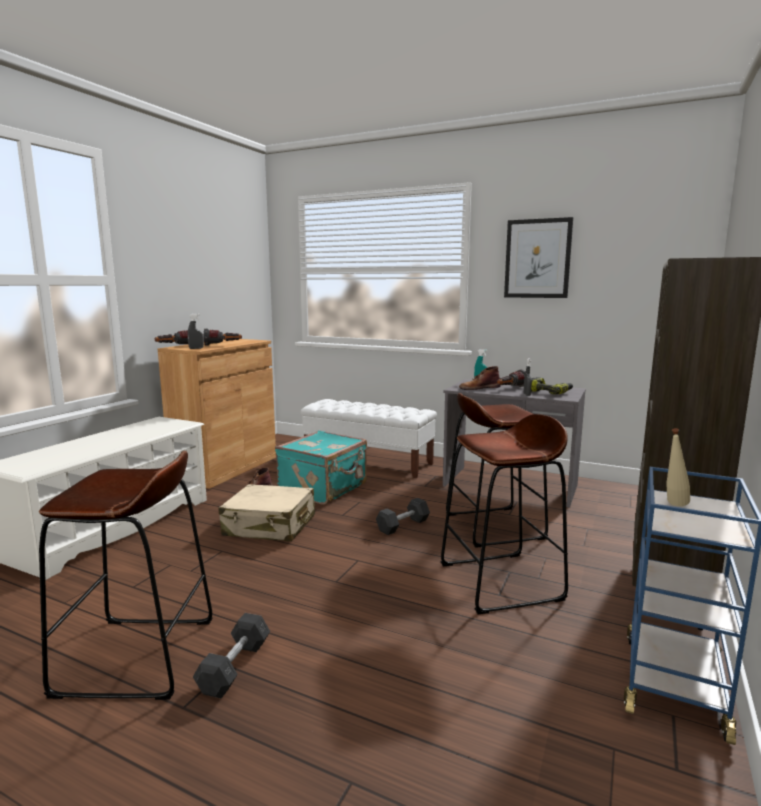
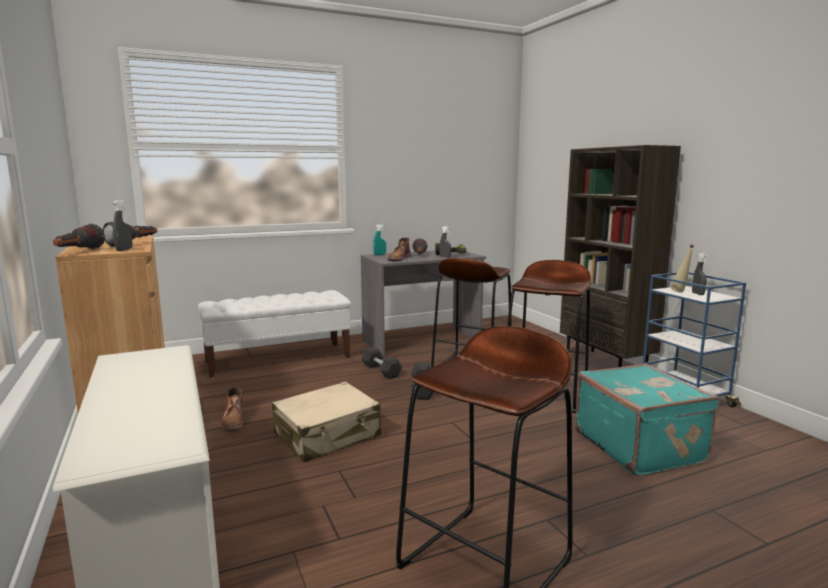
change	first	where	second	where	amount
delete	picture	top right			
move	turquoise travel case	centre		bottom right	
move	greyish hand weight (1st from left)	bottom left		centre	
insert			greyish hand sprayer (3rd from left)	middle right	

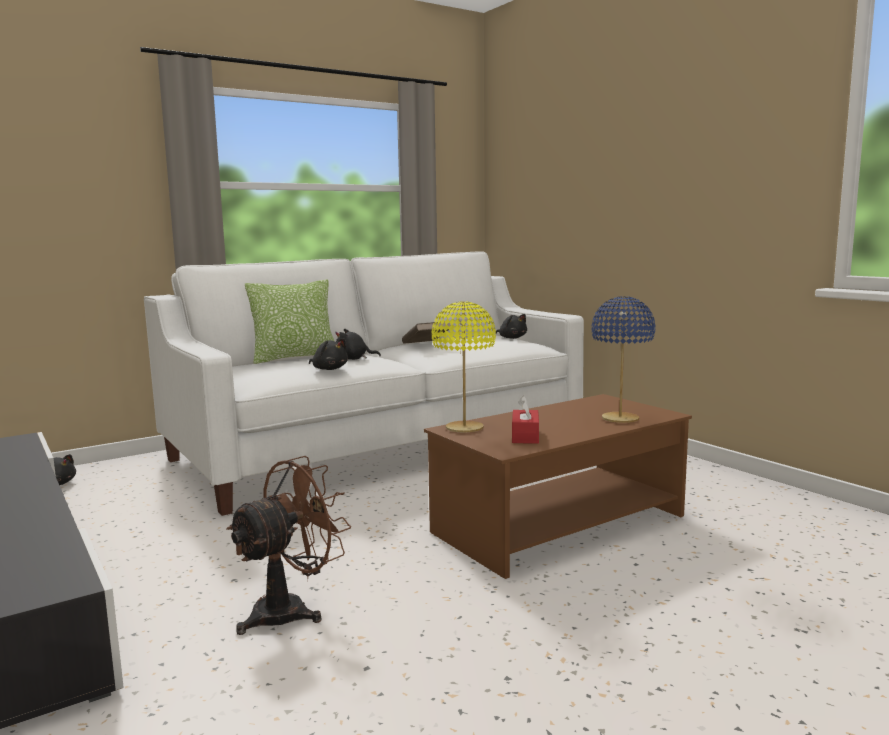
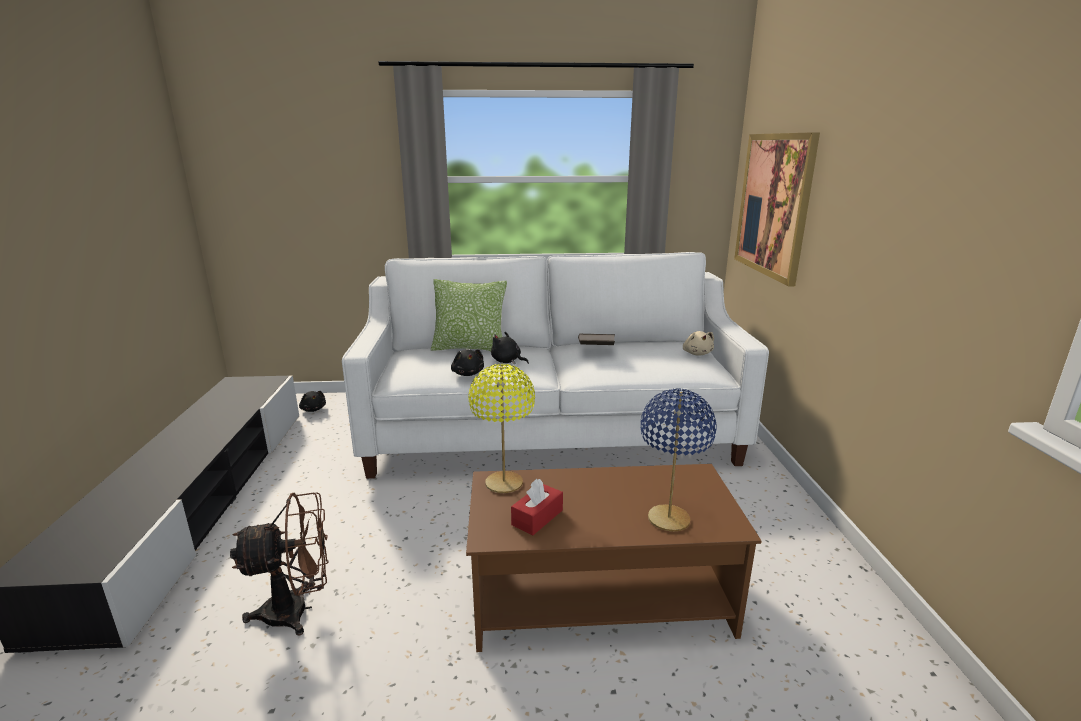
change	first	where	second	where	amount
recolor	black-coloured cuddly toy (4th from left)	centre	beige cuddly toy	centre	
insert			picture	top right	

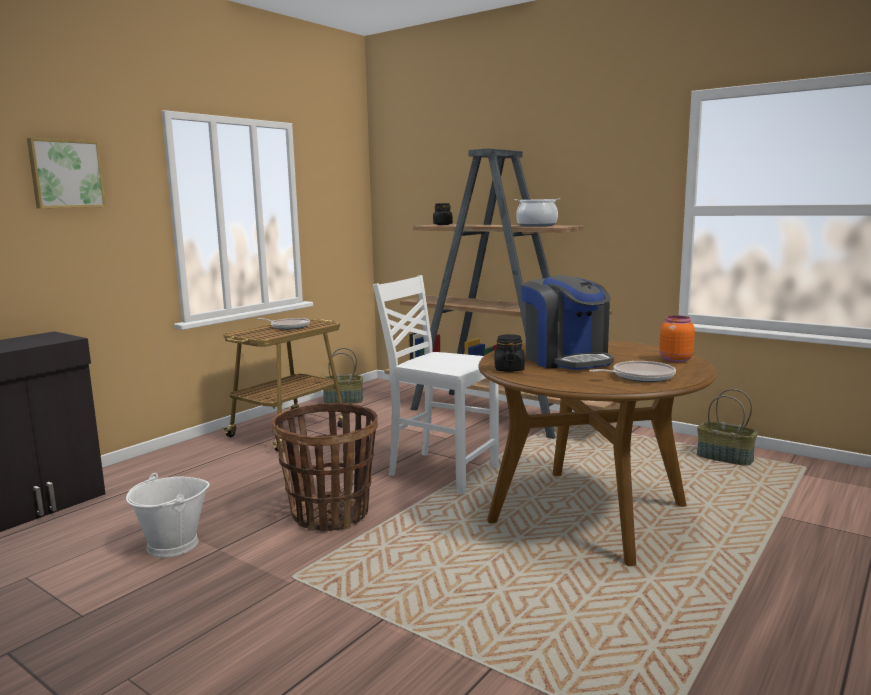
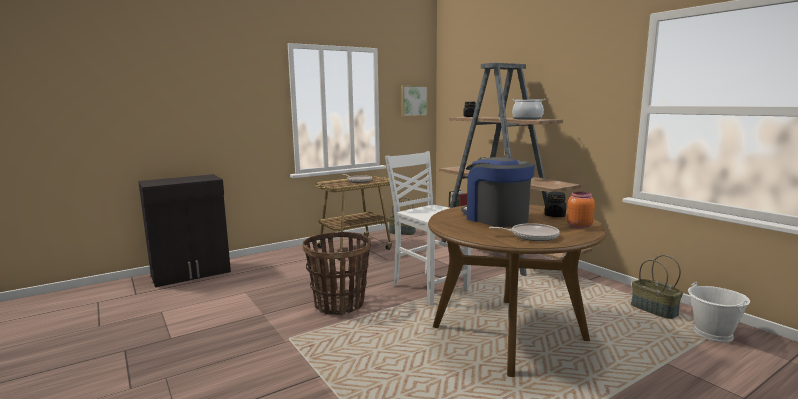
change	first	where	second	where	amount
move	picture	top left		top centre	
rotate	coffee machine	centre		centre	150 degrees clockwise
move	black-coloured storage jar (2nd from left)	centre		middle right	
move	white water bucket	bottom left		bottom right	

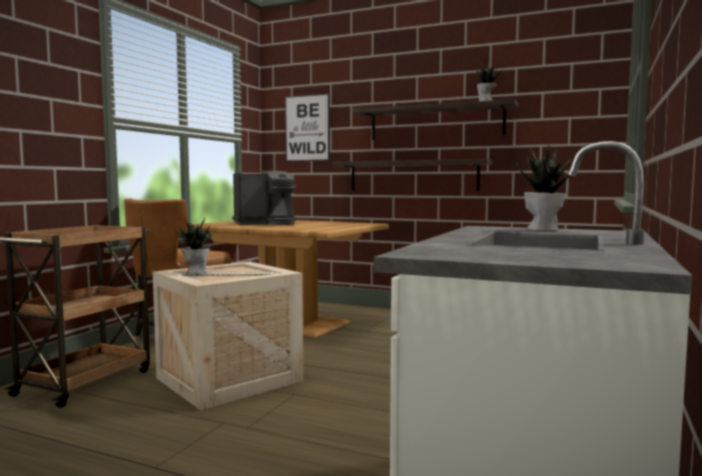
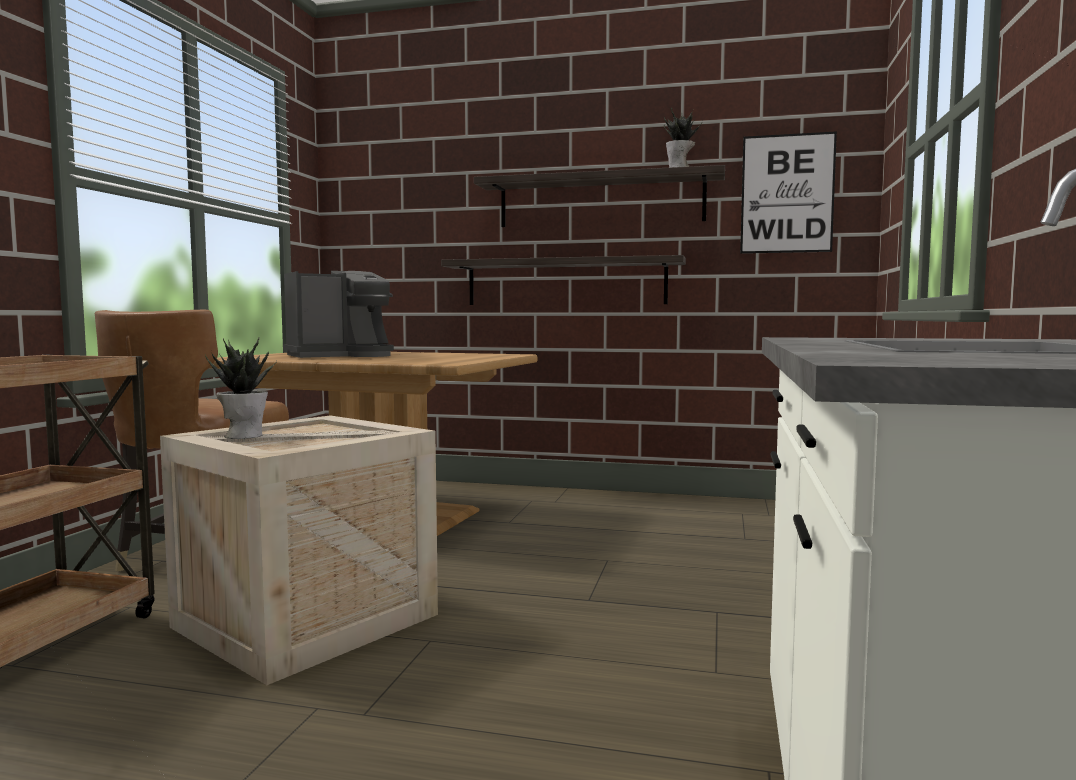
change	first	where	second	where	amount
move	picture	top centre		top right	
delete	houseplant (3rd from left)	middle right			

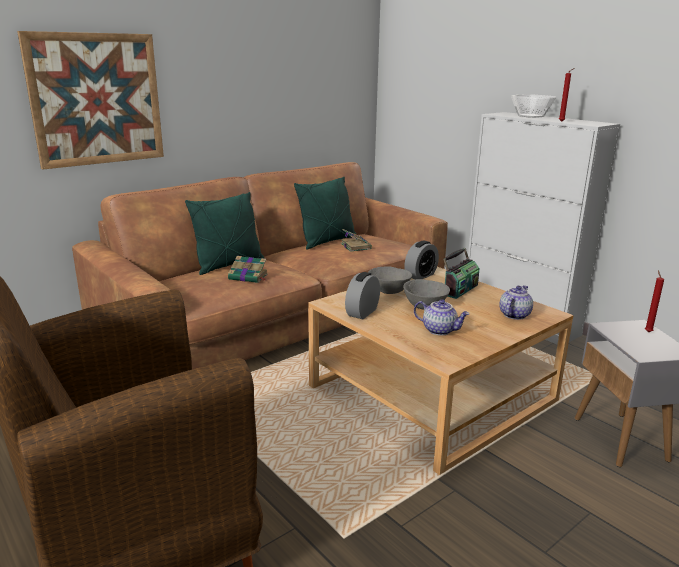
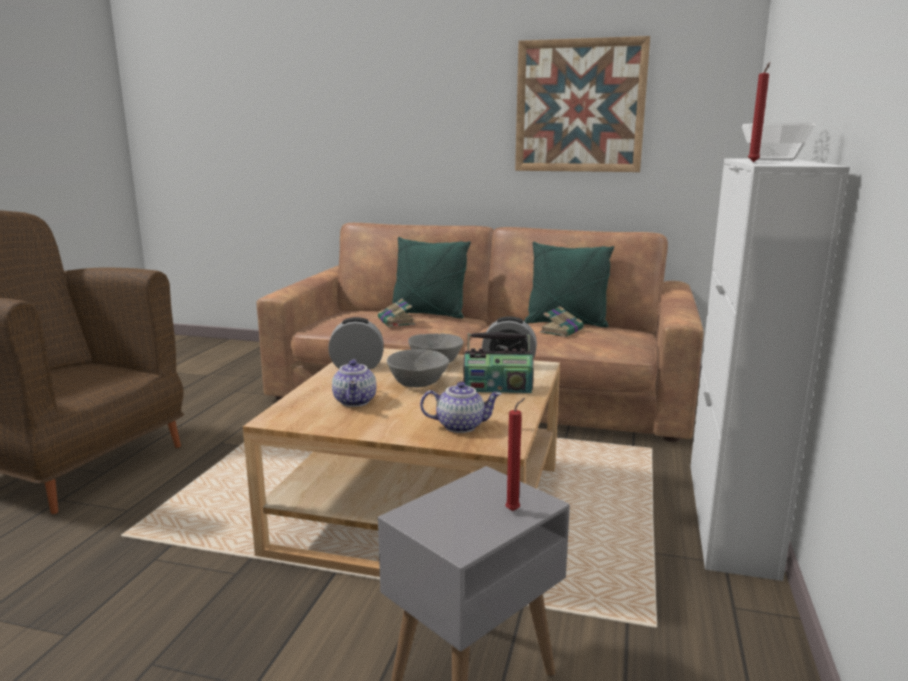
change	first	where	second	where	amount
move	picture	top left		top centre	

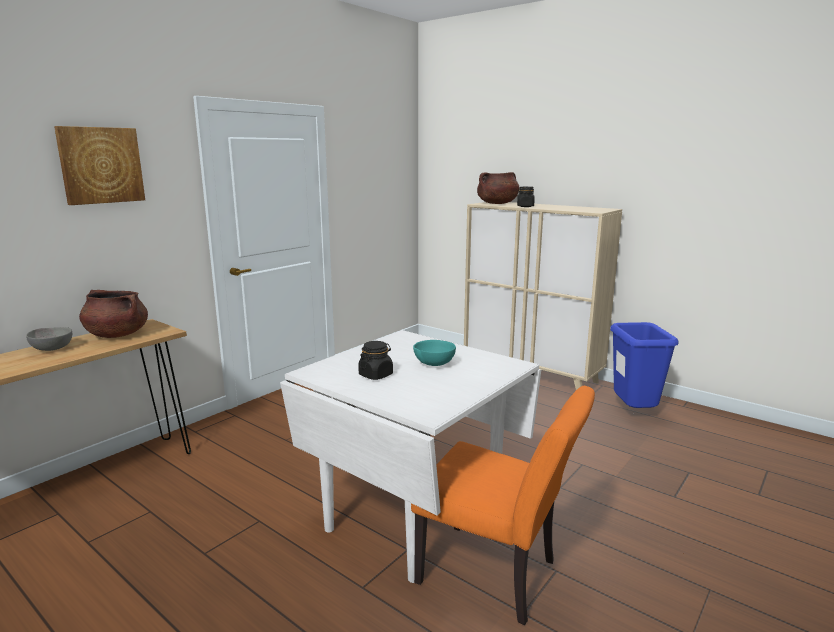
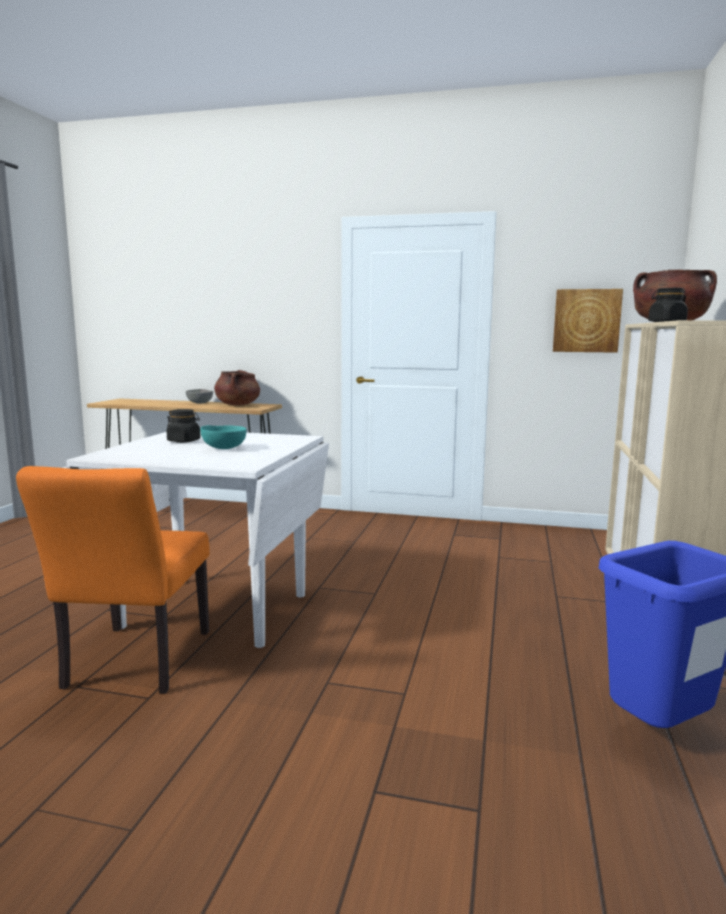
change	first	where	second	where	amount
move	picture	top left		middle right	

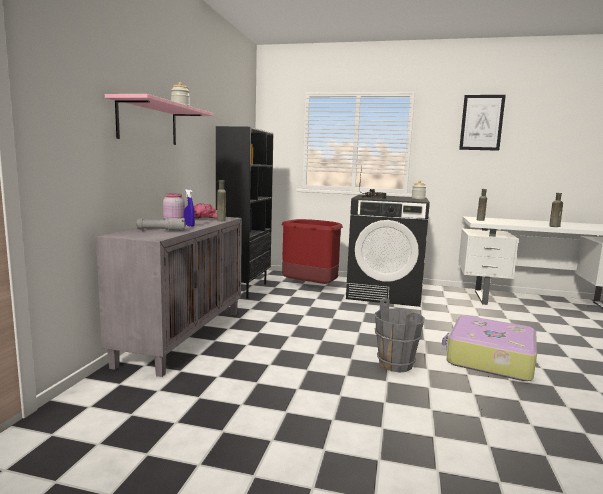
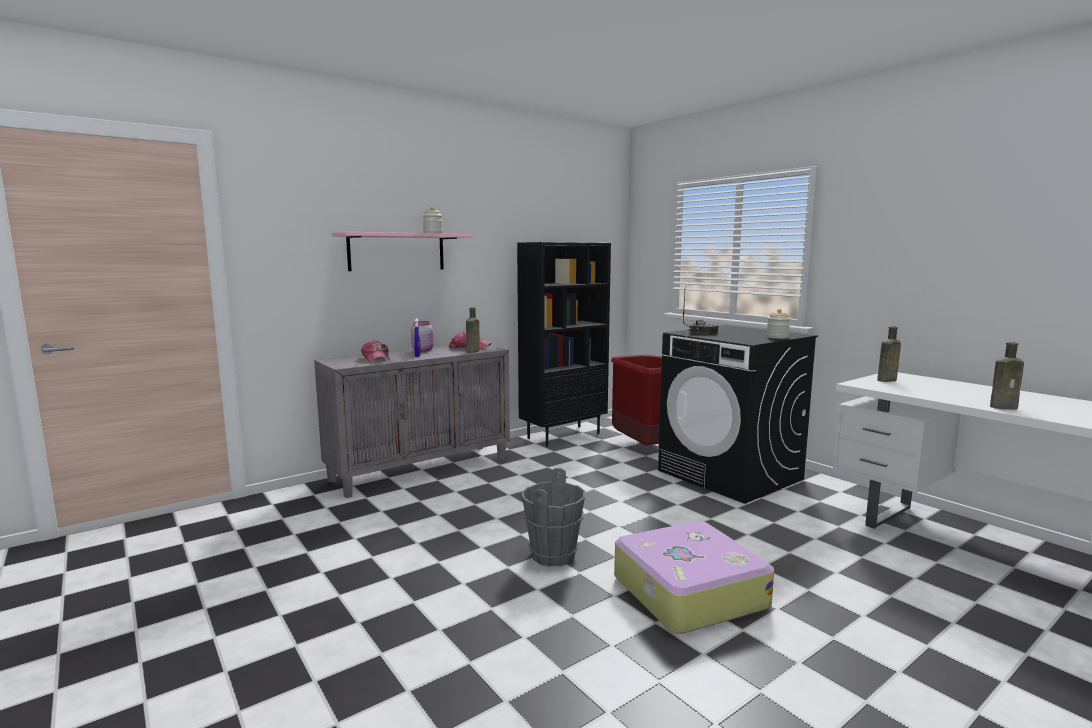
change	first	where	second	where	amount
delete	picture	top right			
replace	greyish torch	middle left	cap (1st from left)	centre	

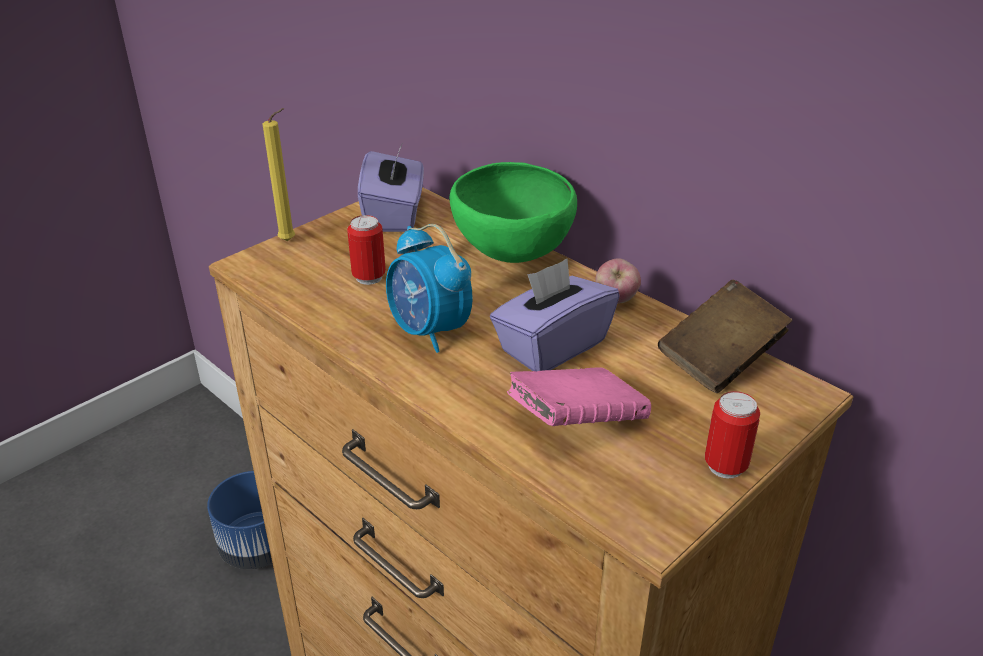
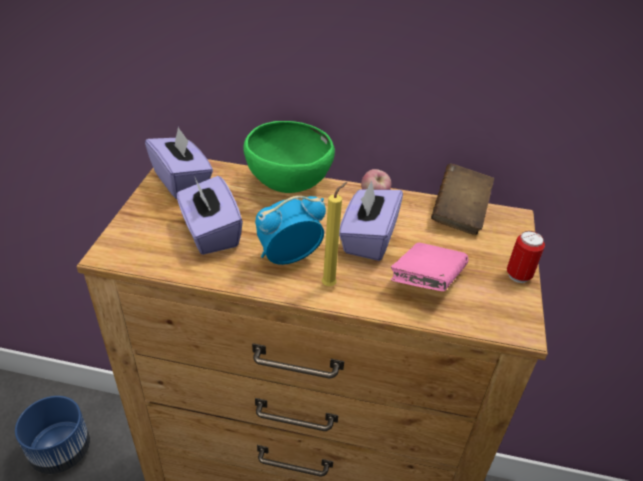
change	first	where	second	where	amount
move	yellowish candle	top left		centre	
replace	can (1st from left)	centre	purplish box of tissues (2nd from left)	middle left	
rotate	alarm clock	centre		centre	135 degrees clockwise

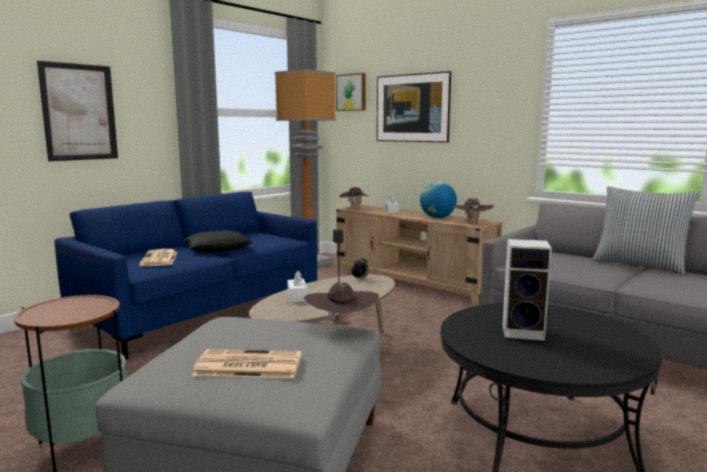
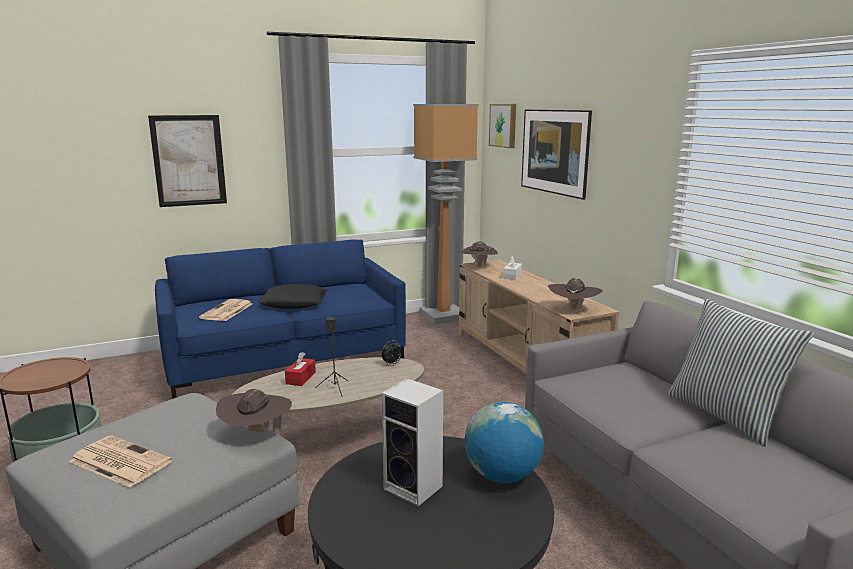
change	first	where	second	where	amount
move	globe	centre		bottom centre	
recolor	white box of tissues (1st from left)	centre	red-coloured box of tissues	centre	

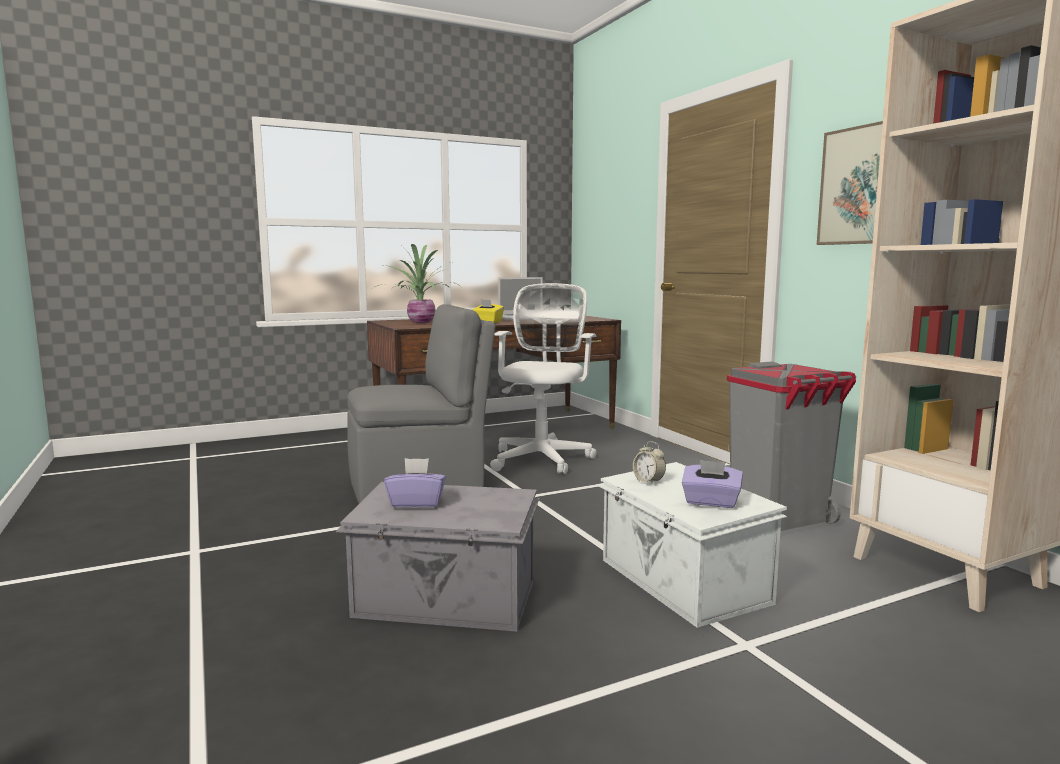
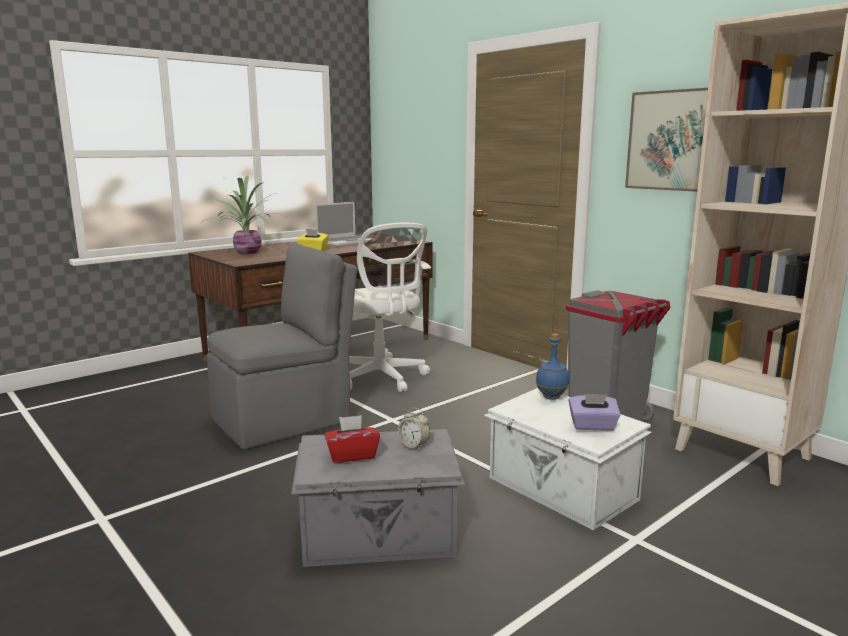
change	first	where	second	where	amount
rotate	white computer chair	centre		centre	150 degrees clockwise
move	alarm clock	centre		bottom centre	
recolor	purplish box of tissues (1st from left)	centre	red-coloured box of tissues	bottom centre	
insert			blue-coloured drink bottle	centre	

